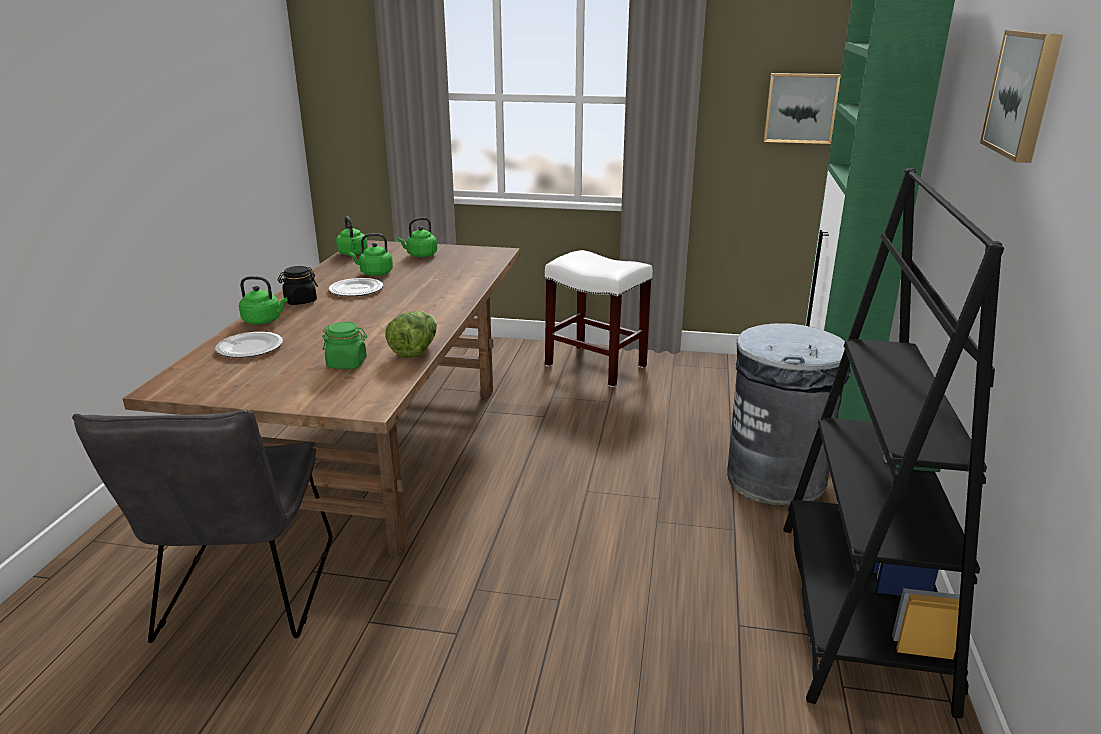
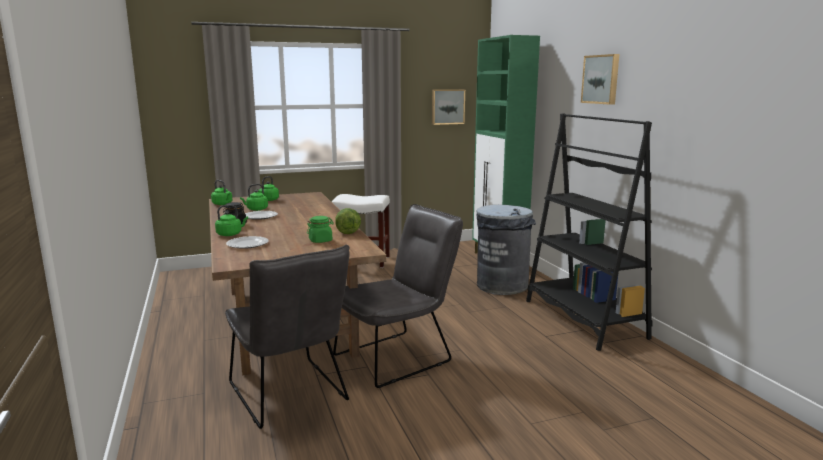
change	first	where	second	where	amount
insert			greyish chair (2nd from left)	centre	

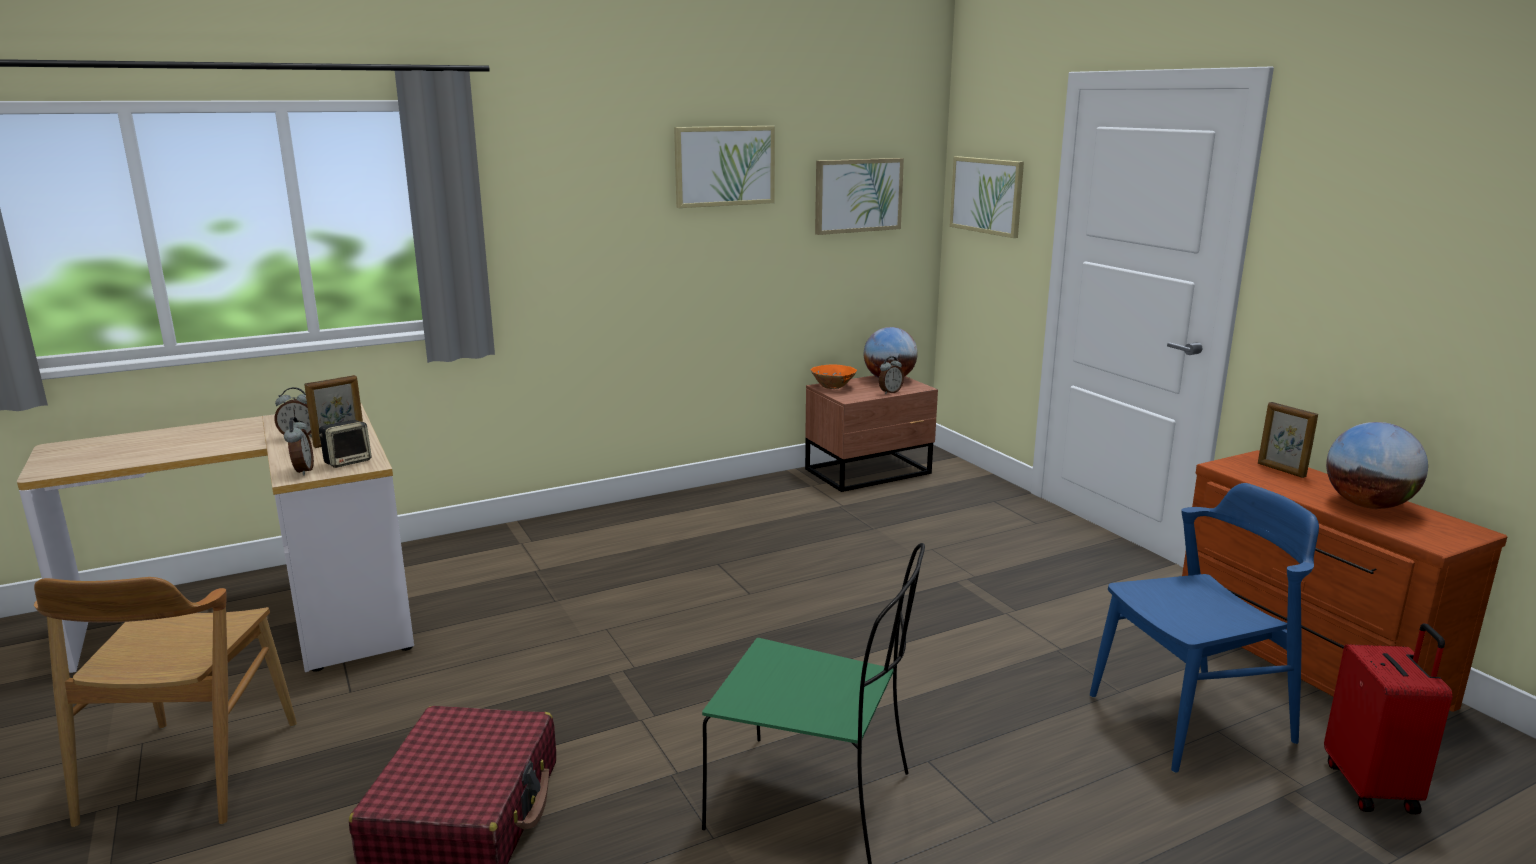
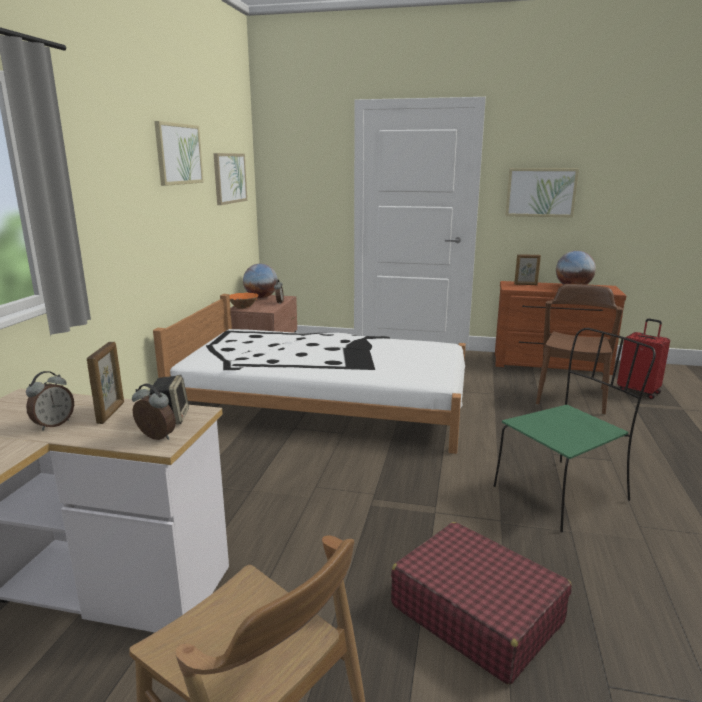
change	first	where	second	where	amount
move	picture (3rd from left)	top centre		top right	
recolor	blue-coloured chair	bottom right	brown-coloured chair (2nd from left)	middle right	
insert			white bedroom bed	centre	

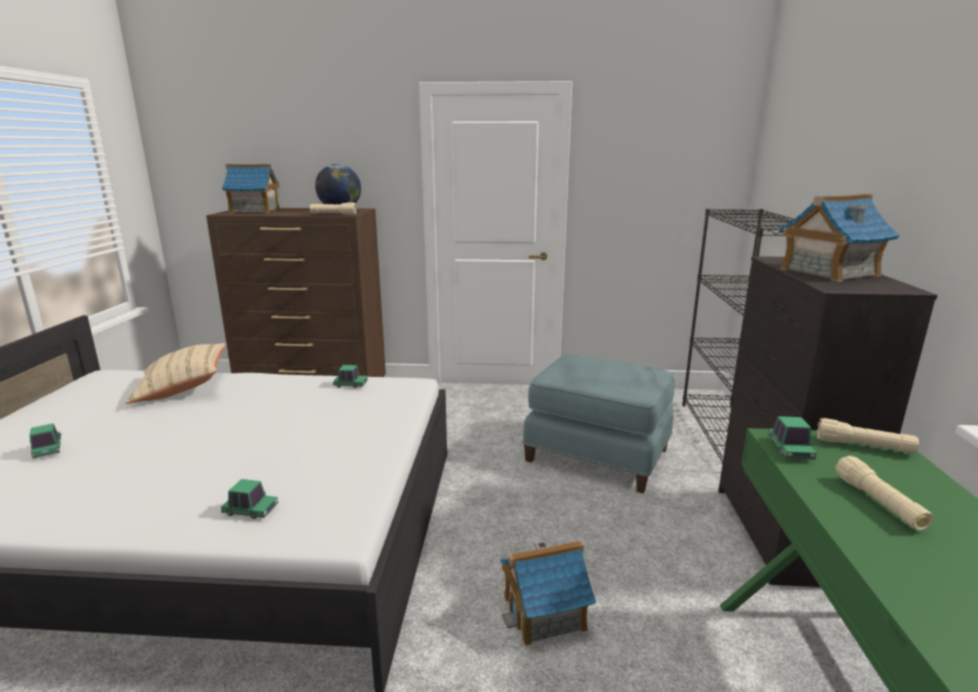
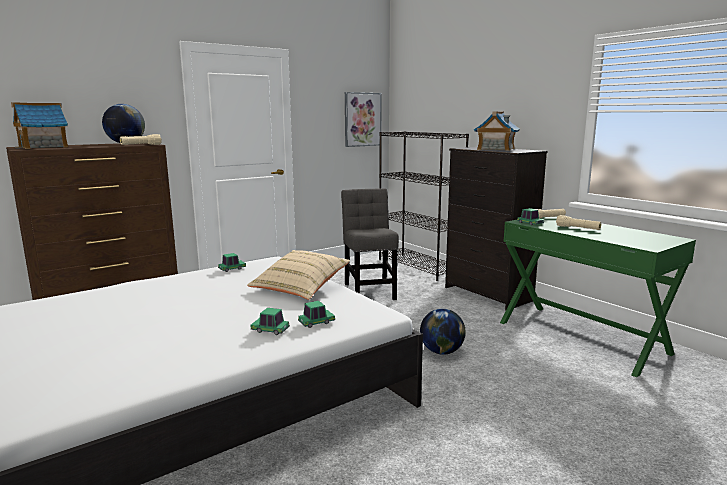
change	first	where	second	where	amount
move	beige cushion	middle left		centre	
replace	blue-coloured footrest	centre	greyish chair	centre	
move	miniature car (1st from left in the first image)	middle left	miniature car (2nd from left)	centre	
replace	model house (2nd from left)	bottom centre	globe (2nd from left)	bottom centre	
insert			picture	top centre	

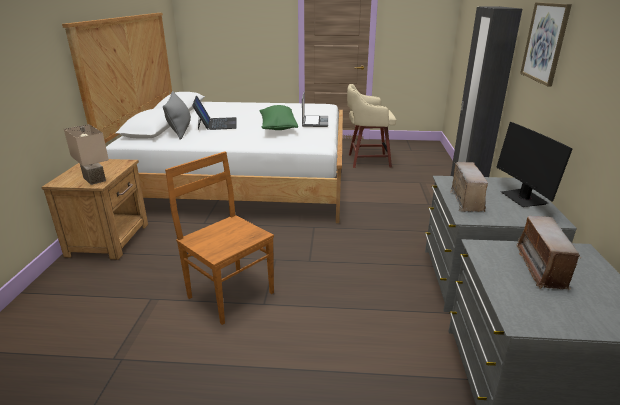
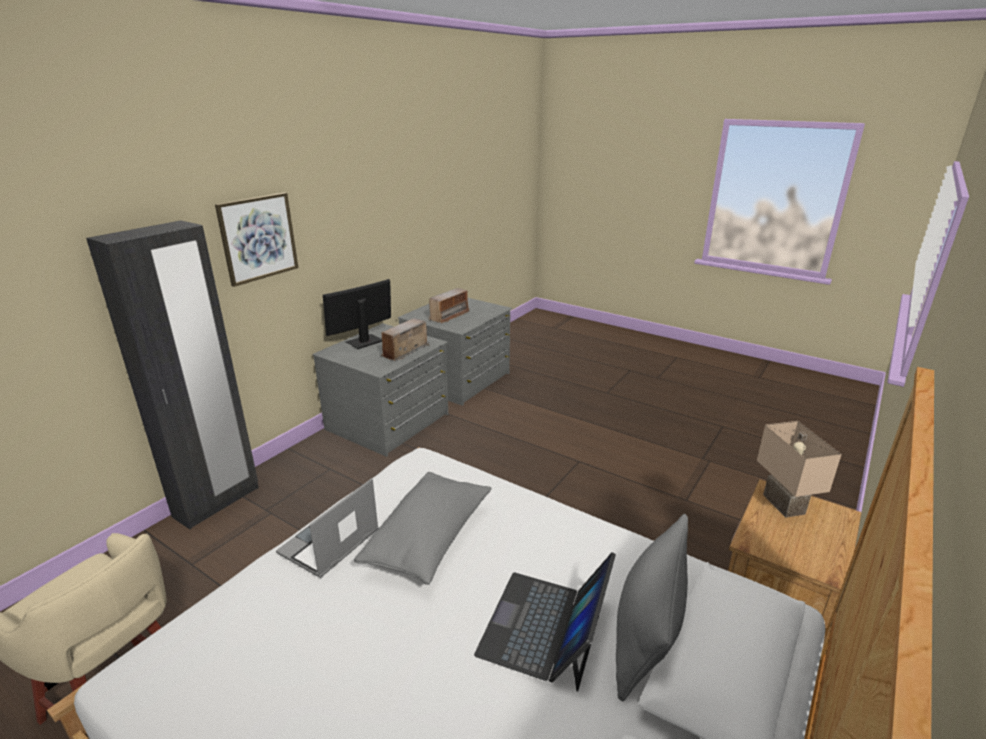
change	first	where	second	where	amount
recolor	green cushion	top centre	greyish cushion (1st from left)	bottom centre	
rotate	computer display	middle right		centre	150 degrees counterclockwise
delete	brown-coloured chair	centre			

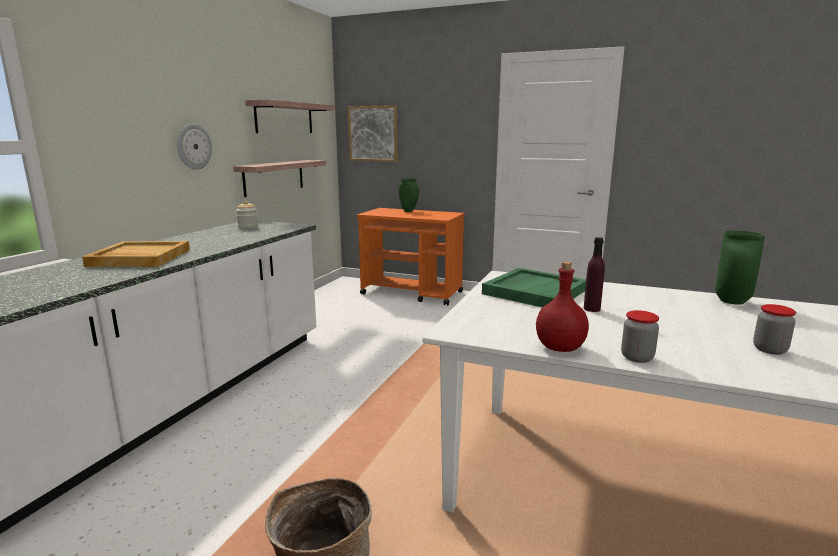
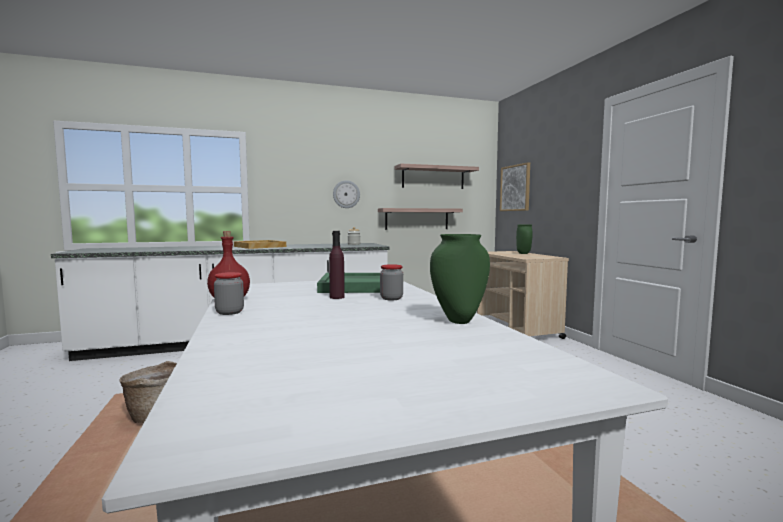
change	first	where	second	where	amount
recolor	orangey trolley	centre	beige trolley	middle right	
move	storage jar (3rd from left)	middle right		centre	

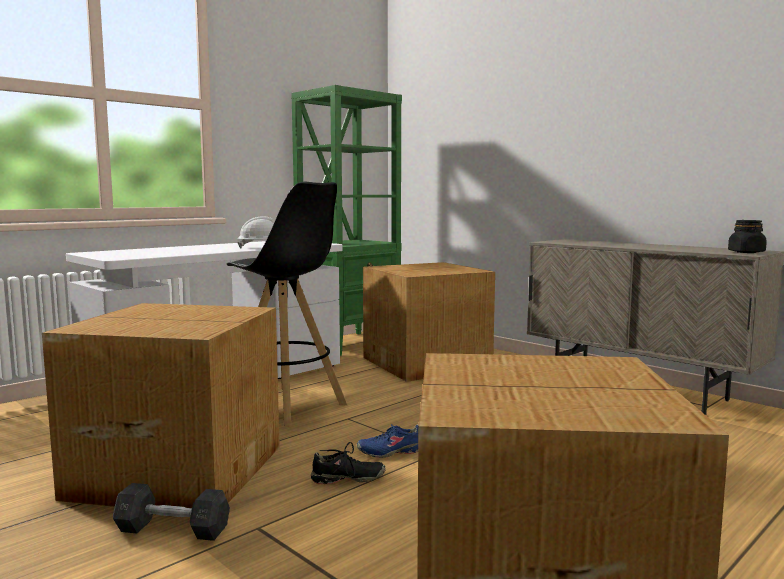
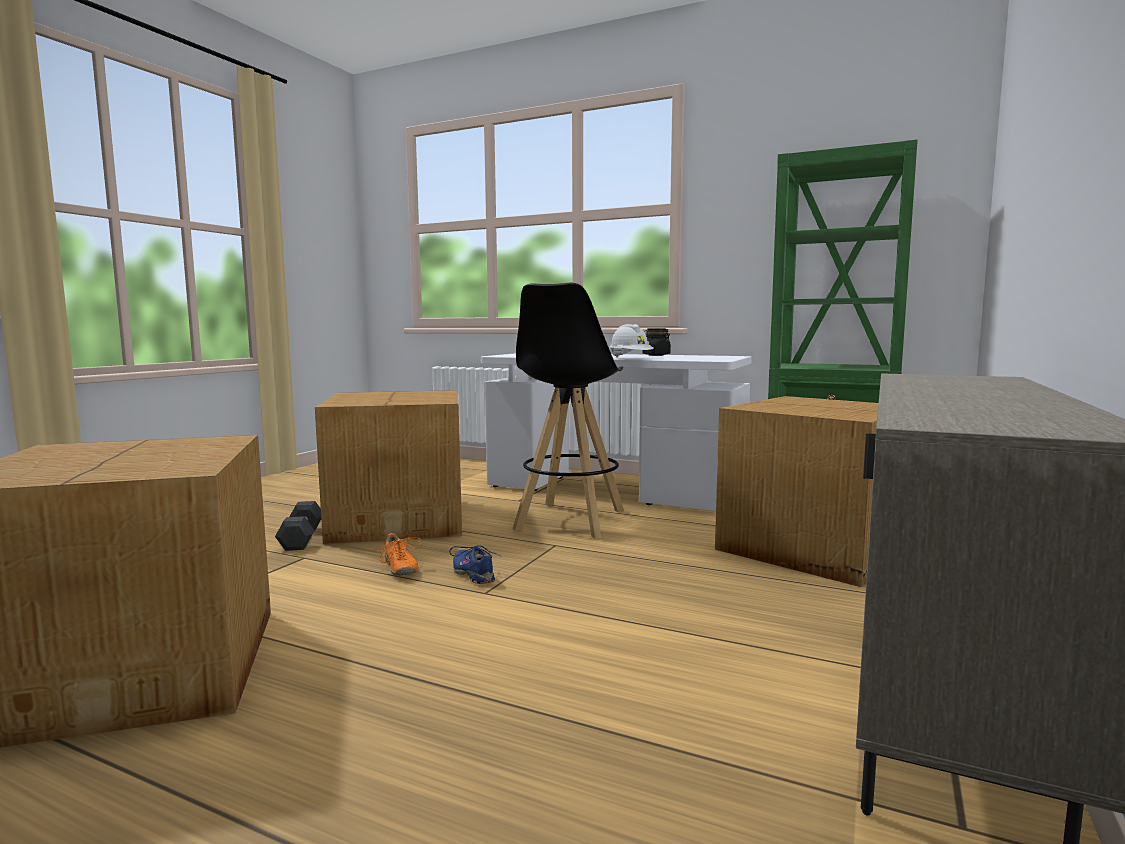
change	first	where	second	where	amount
move	black-coloured storage jar	middle right		centre	
recolor	black-coloured low shoe	bottom centre	orangey low shoe	centre	

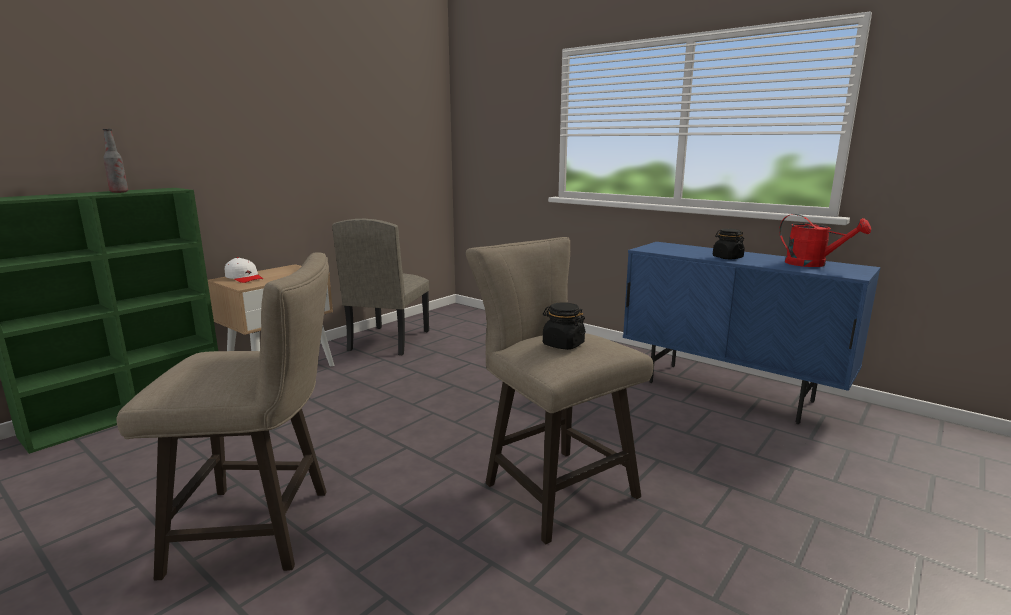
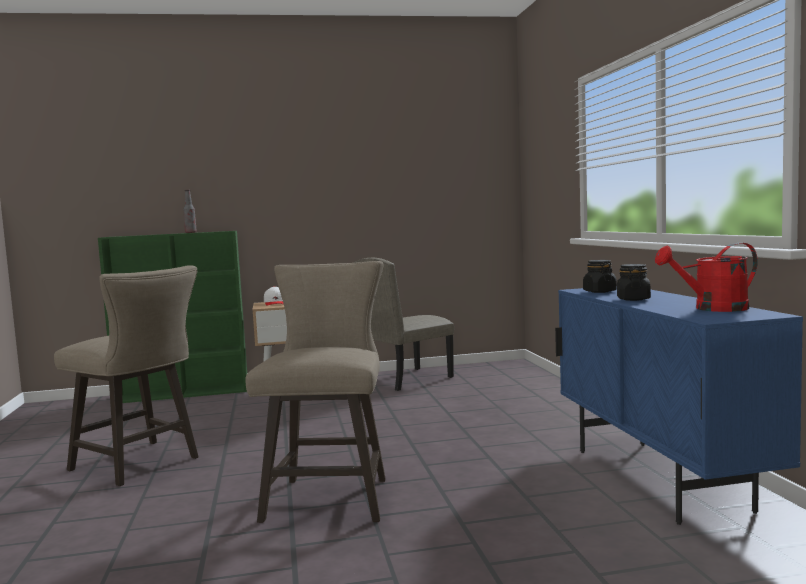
change	first	where	second	where	amount
rotate	red-coloured watering can	middle right		middle right	90 degrees clockwise
move	black-coloured storage jar (1st from left)	centre		middle right	

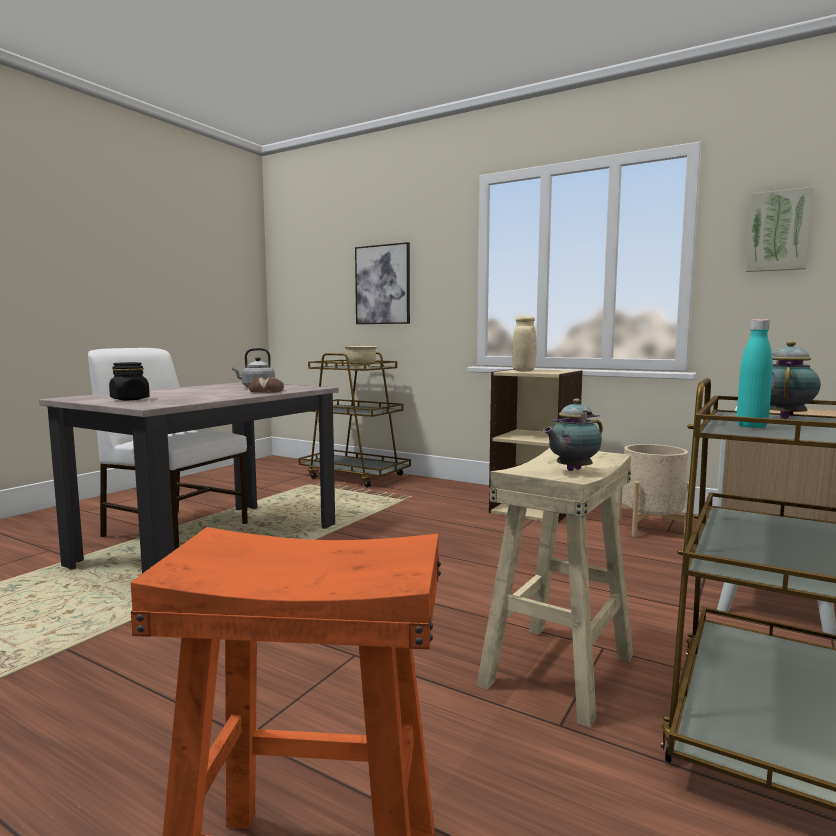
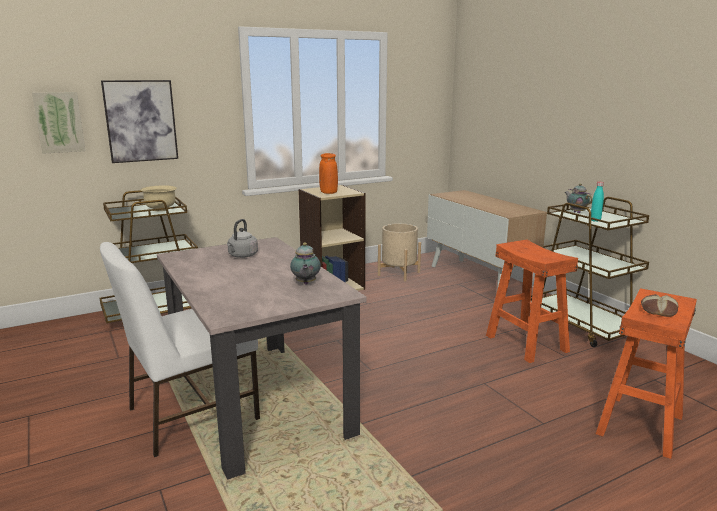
change	first	where	second	where	amount
move	picture (2nd from left in the first image)	top right	picture (1st from left)	top left	
recolor	beige decorative vase	centre	orangey decorative vase	centre	
delete	black-coloured storage jar	middle left			
move	baked bread	middle left		middle right	
move	pot for tea (1st from left)	middle right		centre	
recolor	beige stool	bottom centre	orangey stool (1st from left)	middle right	

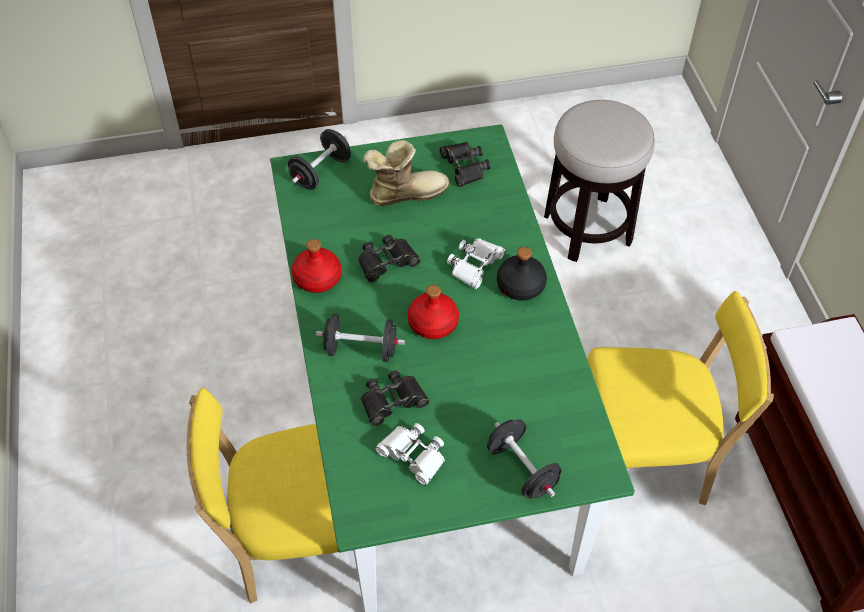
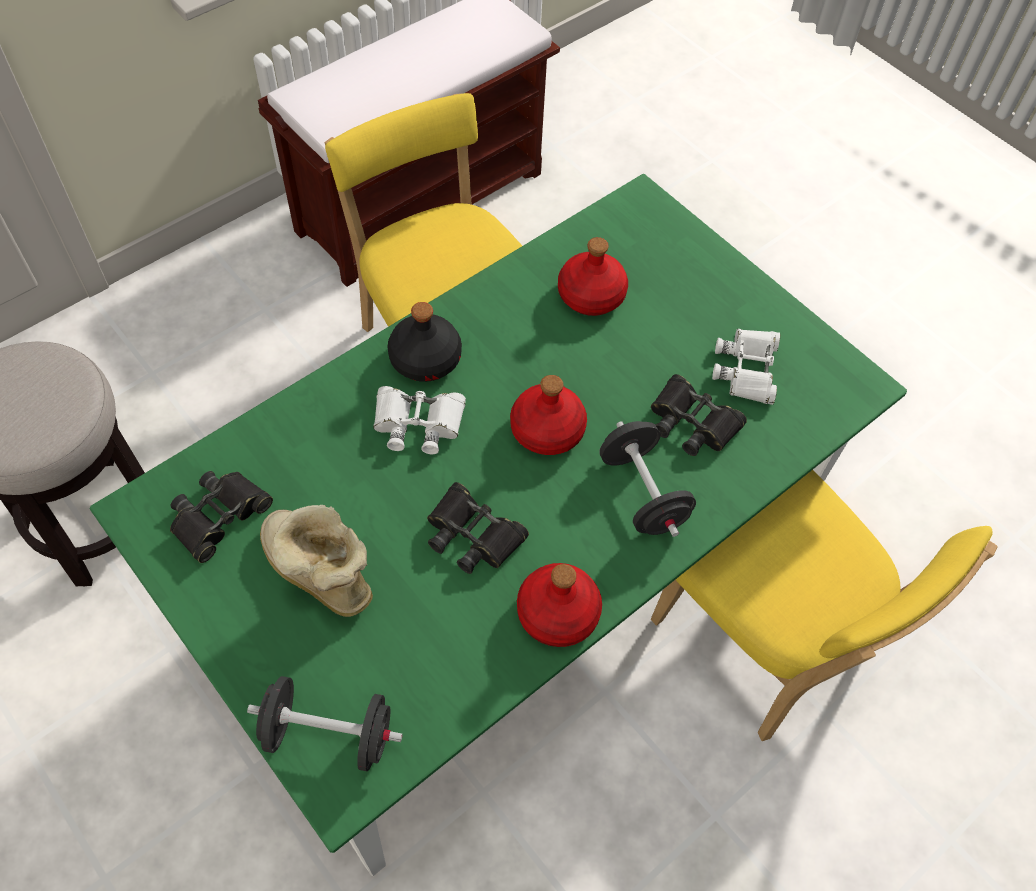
change	first	where	second	where	amount
delete	black-coloured hand weight (3rd from left)	bottom centre			
insert			red-coloured drink bottle (3rd from left)	top centre	

